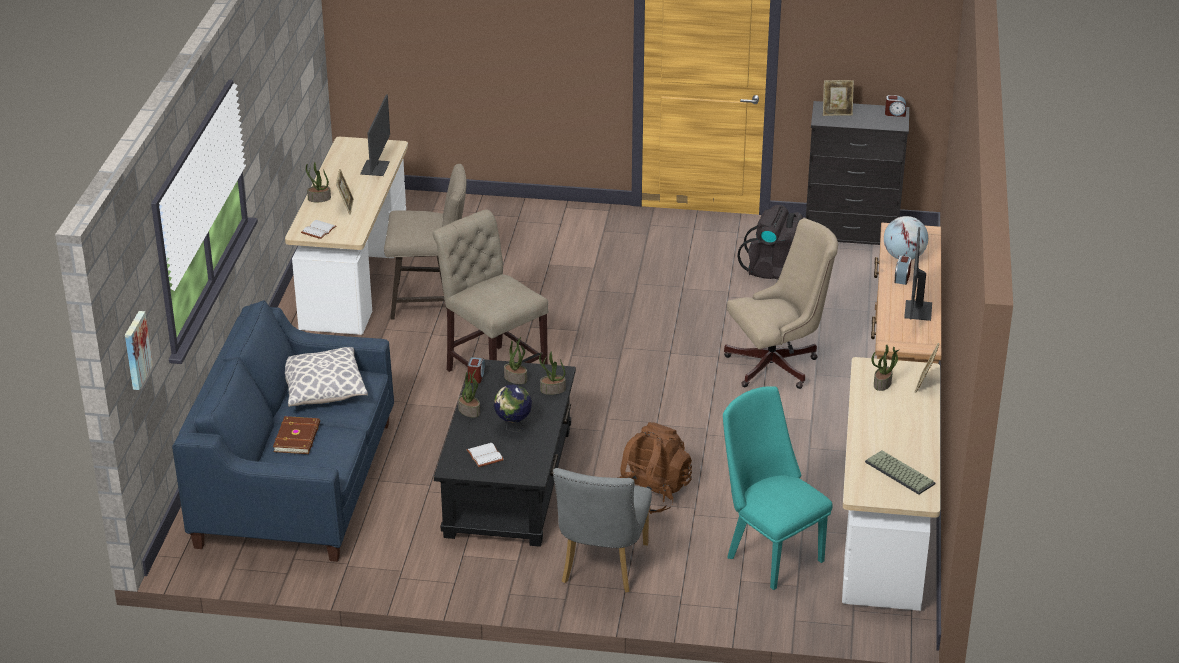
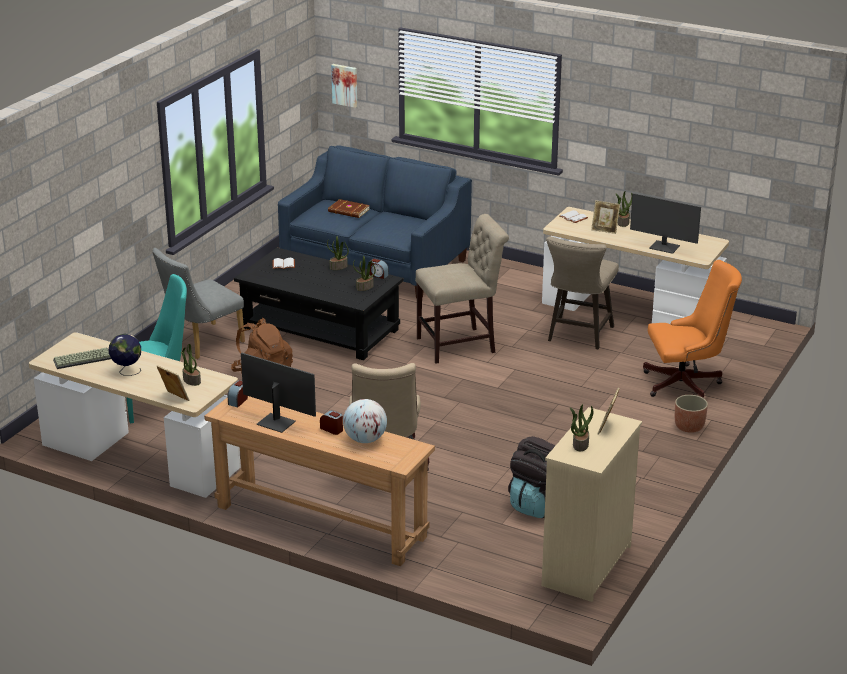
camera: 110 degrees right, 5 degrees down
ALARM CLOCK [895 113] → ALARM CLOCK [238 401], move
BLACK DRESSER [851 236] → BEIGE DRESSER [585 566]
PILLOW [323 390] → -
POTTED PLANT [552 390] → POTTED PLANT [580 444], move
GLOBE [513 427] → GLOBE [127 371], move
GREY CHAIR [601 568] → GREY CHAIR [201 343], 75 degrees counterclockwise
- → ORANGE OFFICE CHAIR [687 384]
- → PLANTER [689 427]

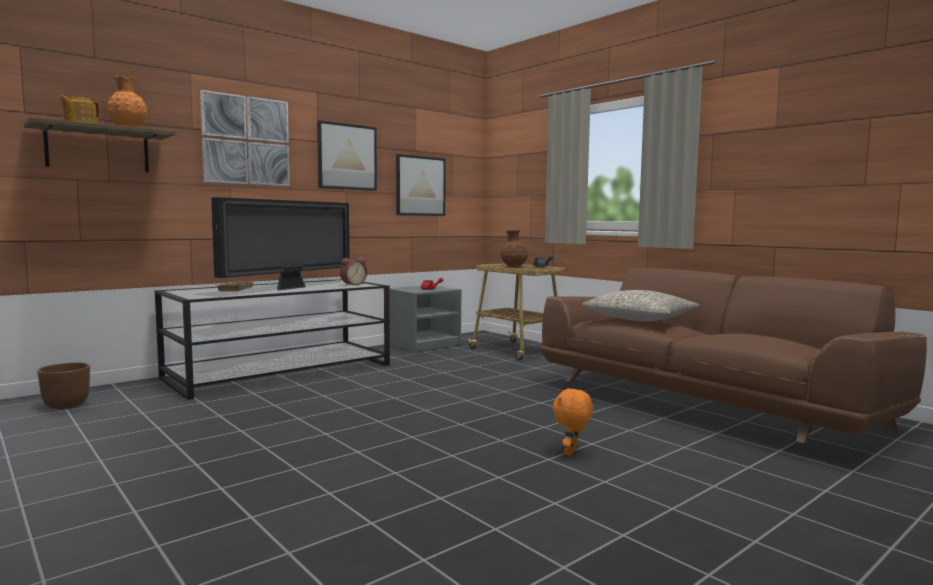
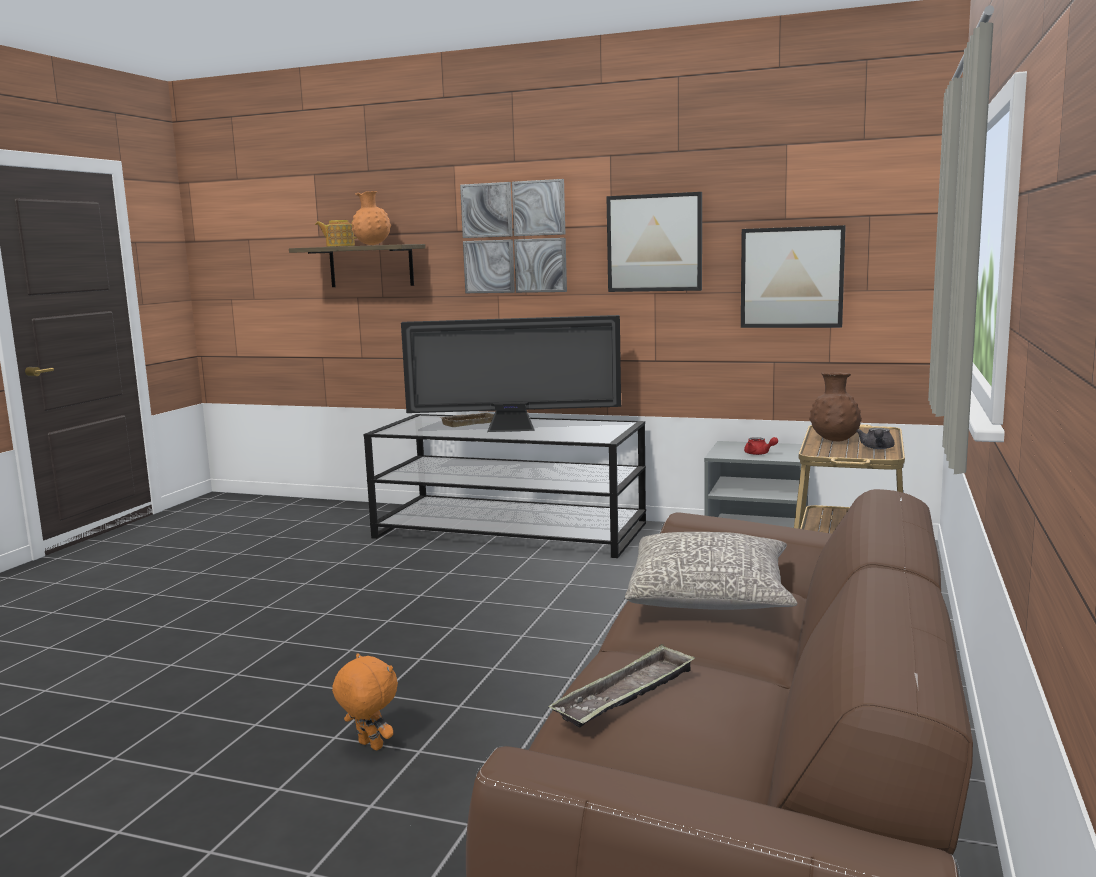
camera: 60 degrees right, 5 degrees up
ALARM CLOCK [352 284] → -
BROWN PLANTER [67 405] → -
ORANGE PLUSH TOY [571 453] → ORANGE PLUSH TOY [369 746], 45 degrees clockwise
- → TRAY [626 695]

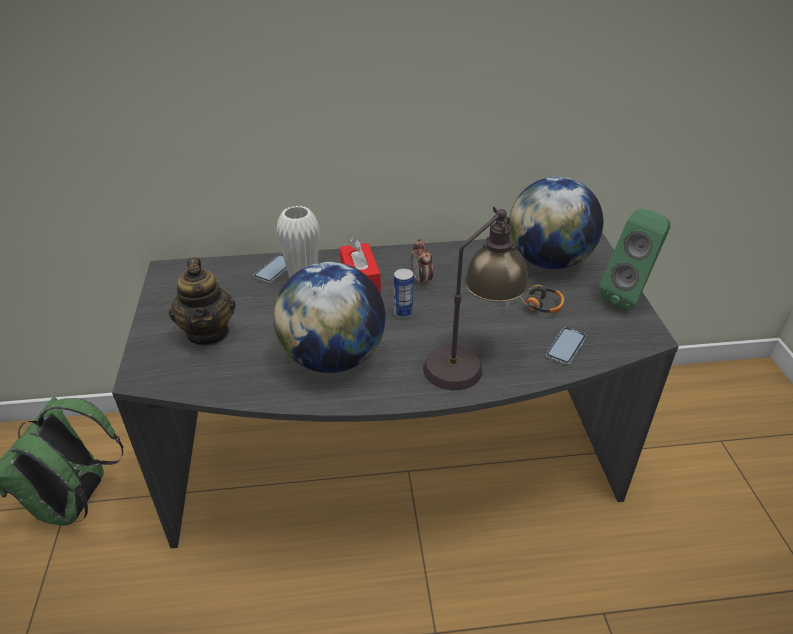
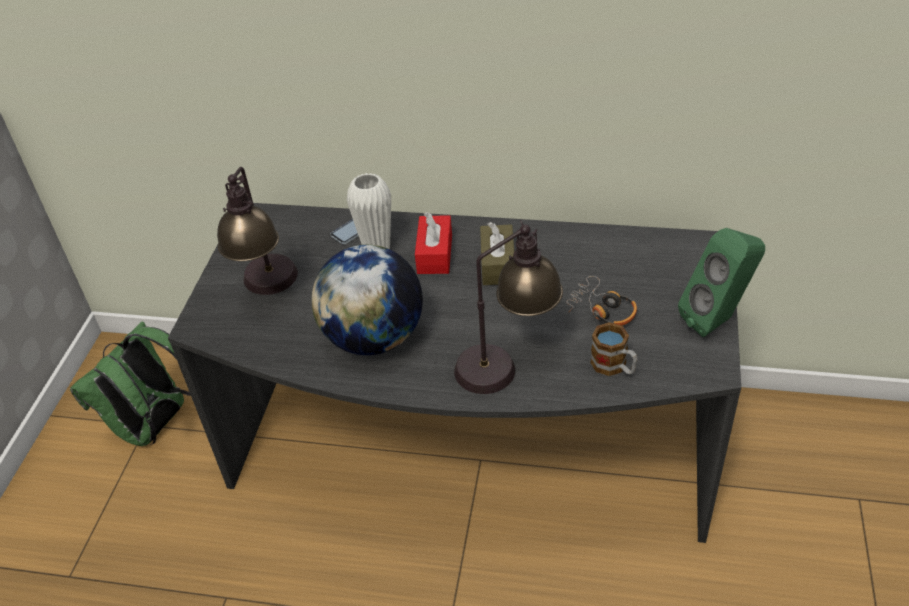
camera: 20 degrees right, 5 degrees up
GLOBE [548 261] → -
ALARM CLOCK [421 280] → BROWN TISSUE BOX [498 264]
TEAPOT [208 332] → TABLE LAMP [268 291]
CAN [403 313] → -
PHONE [566 347] → MUG [614 367]

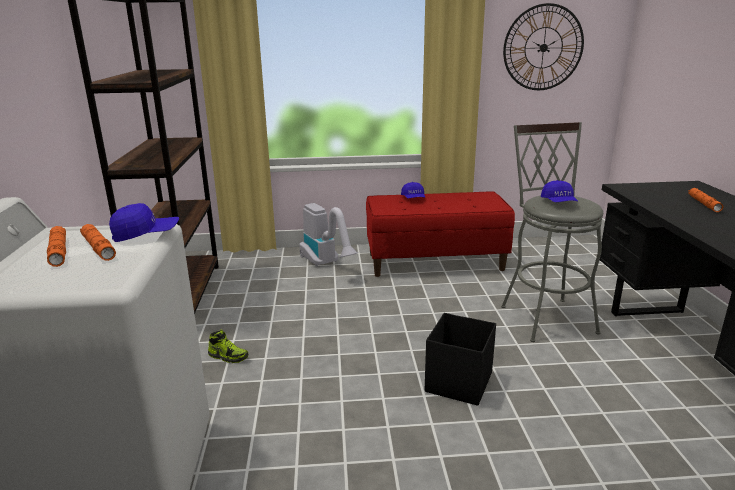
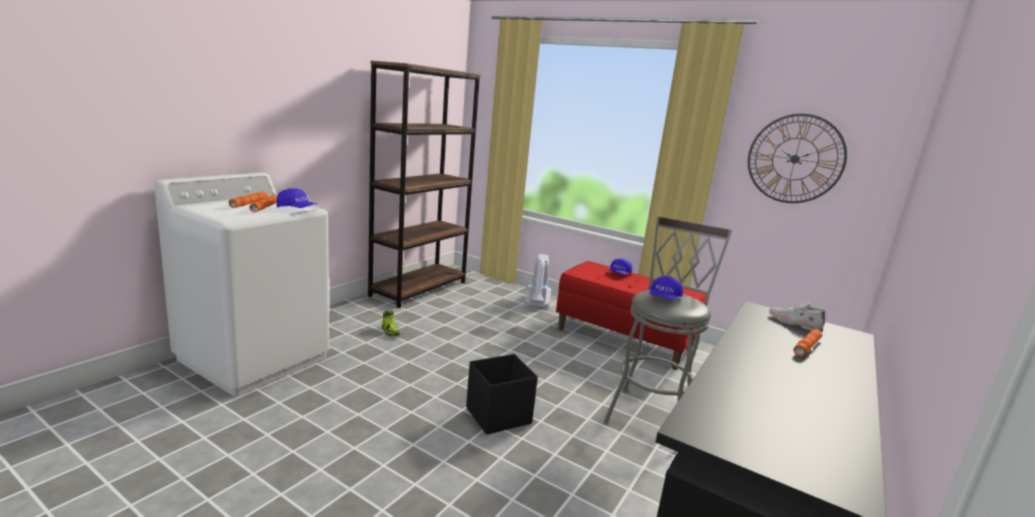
camera: 35 degrees right, 5 degrees down
- → WHITE SHOE [793 323]

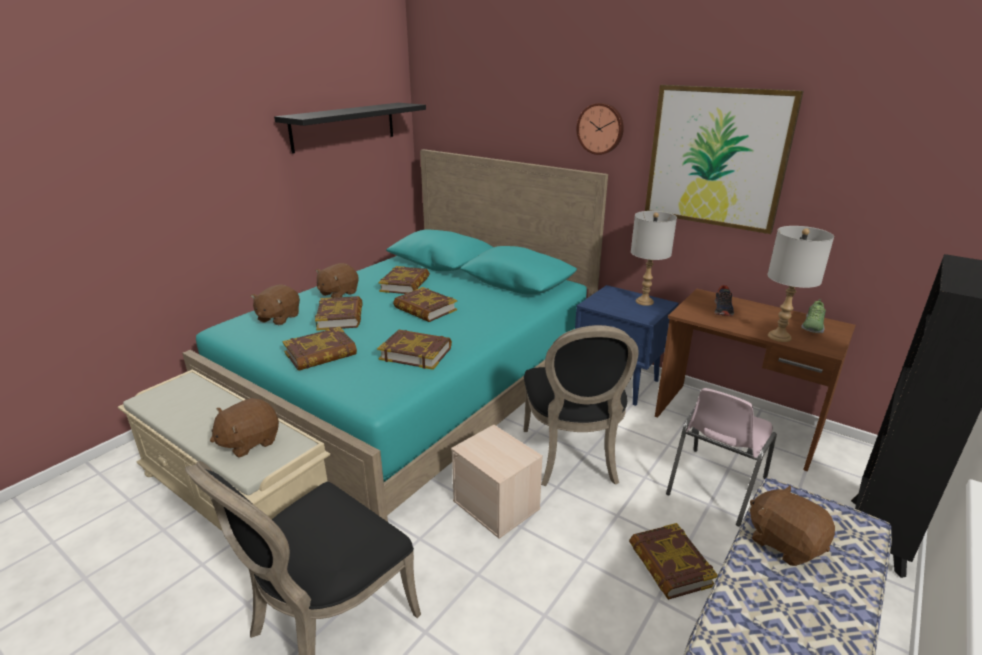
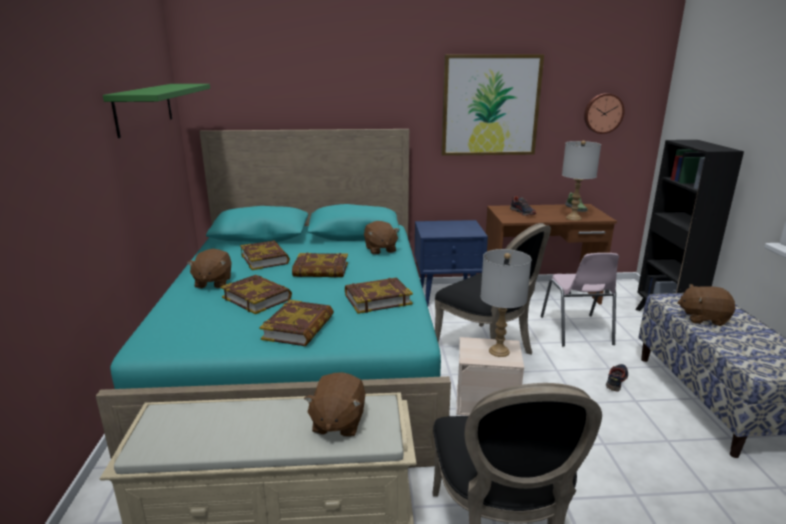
camera: 40 degrees left, 5 degrees down
BLACK SHELF [344 126] → GREEN SHELF [144 108]
WALL CLOCK [600 128] → WALL CLOCK [603 113], move
GREY TABLE LAMP [645 302] → GREY TABLE LAMP [499 351], move
BROWN PLUSH TOY [278 318] → BROWN PLUSH TOY [380 249], move
BOOK [670 565] → SHOE [616 381]

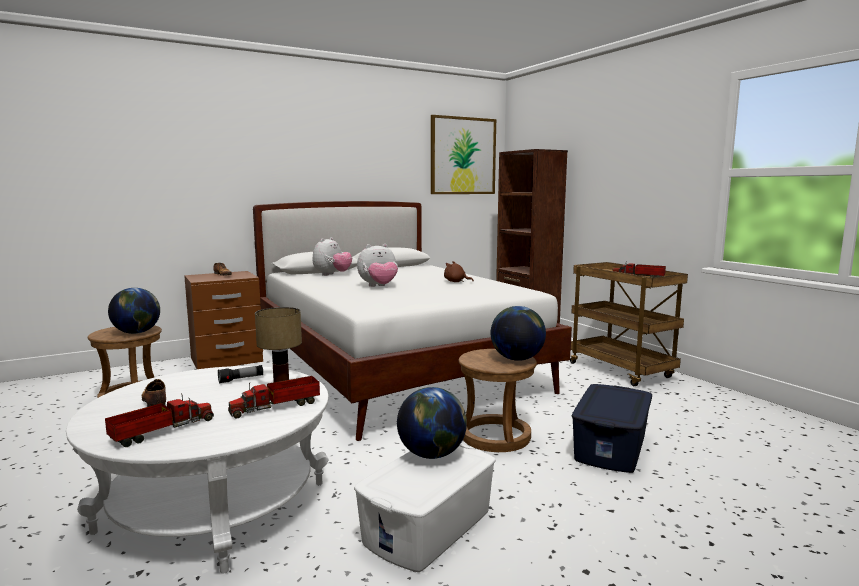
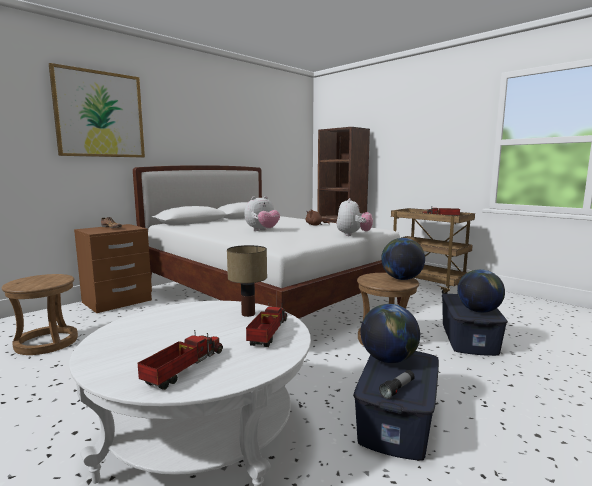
camera: 15 degrees left, 0 degrees up
PICTURE [463 156] → PICTURE [100 114], move
PLUSH TOY [332 275] → PLUSH TOY [353 235], move
GLOBE [137 332] → GLOBE [478 311], move
FLASHLIGHT [241 379] → FLASHLIGHT [397 389], move
TOY TRUCK [278 407] → TOY TRUCK [268 333], 150 degrees clockwise
SHOE [155 401] → -
WHITE STORAGE BOX [429 527] → BLUE STORAGE BOX [398 420]

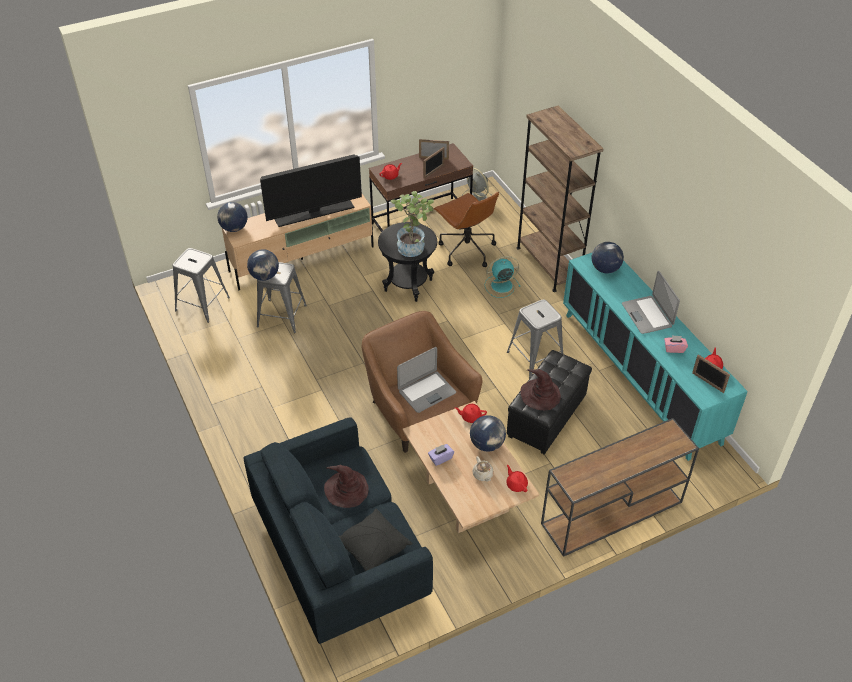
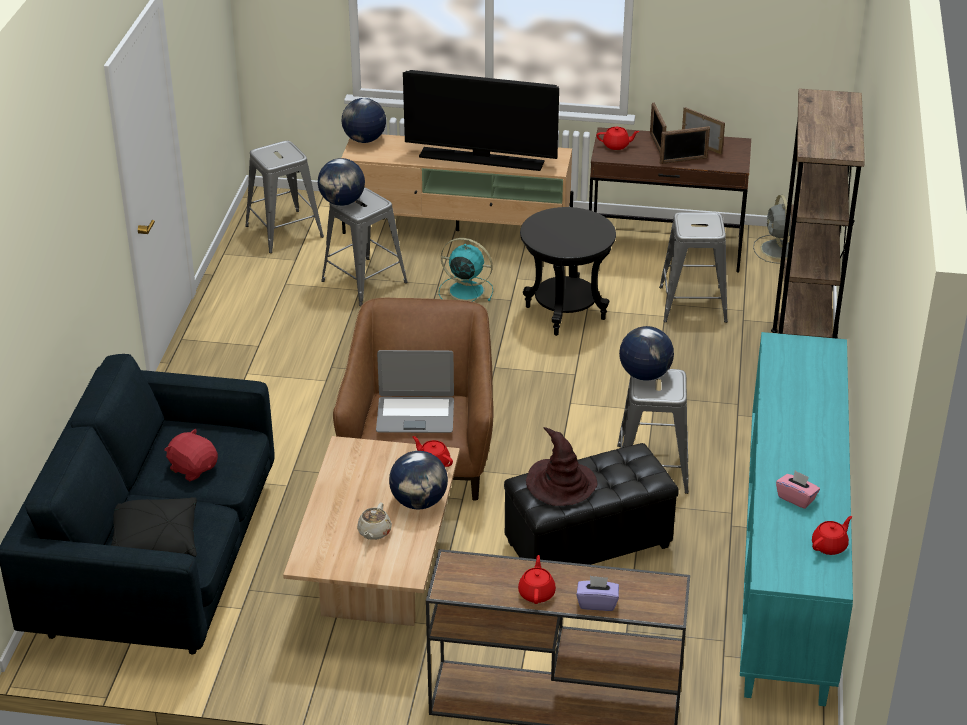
camera: 35 degrees right, 10 degrees down
POTTED PLANT [413 246] → -
BROWN OFFICE CHAIR [466 250] → GREY STOOL [693 304]
GLOBE [605 269] → GLOBE [645 374], move
TURQUOISE FAN [500 286] → TURQUOISE FAN [464 290], move
LAPTOP [647 315] → -
PICTURE FRAME [707 382] → PICTURE FRAME [656 145], move
PURPLE TISSUE BOX [440 458] → PURPLE TISSUE BOX [597 603], move
BROWN HAT [346 489] → RED PLUSH TOY [193 468]
RED TEAPOT [516 484] → RED TEAPOT [537 593], move

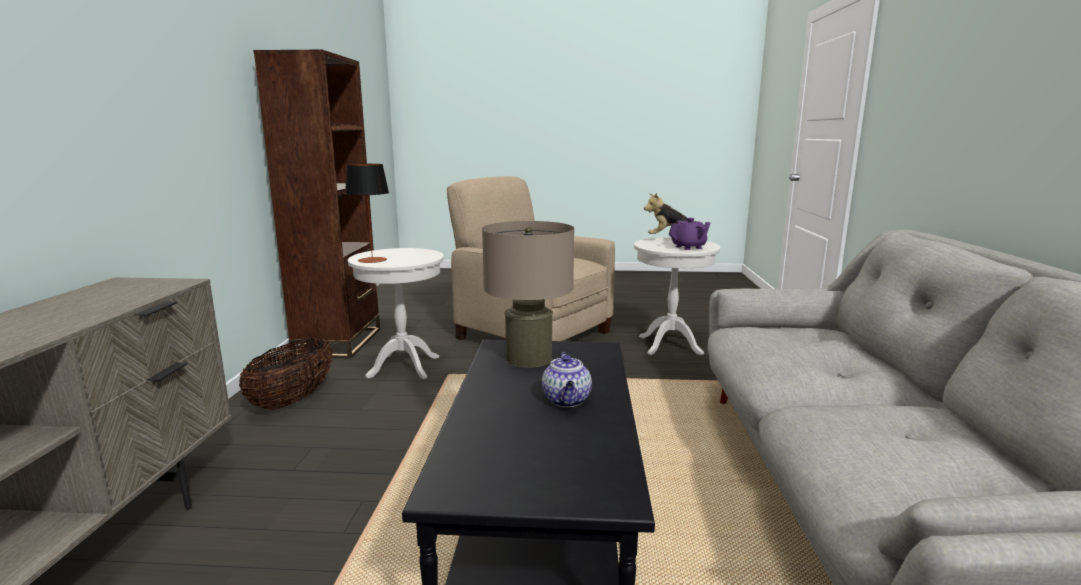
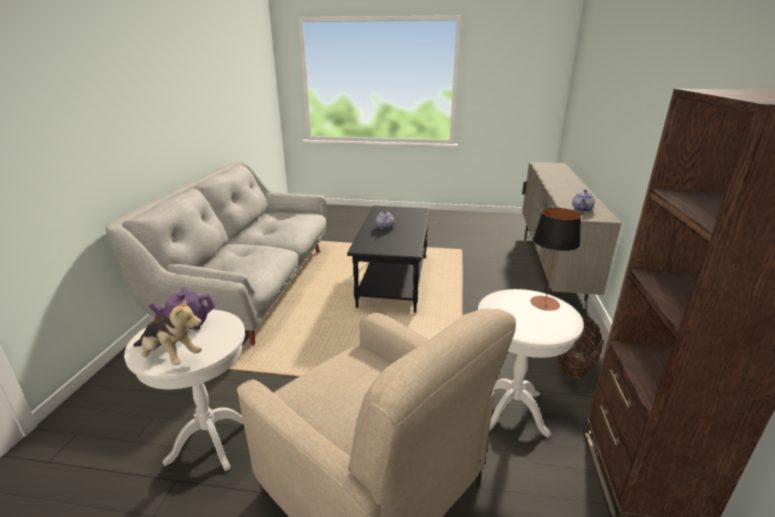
camera: 175 degrees left, 10 degrees up
BEIGE TABLE LAMP [529 358] → -
- → TEAPOT [582 209]

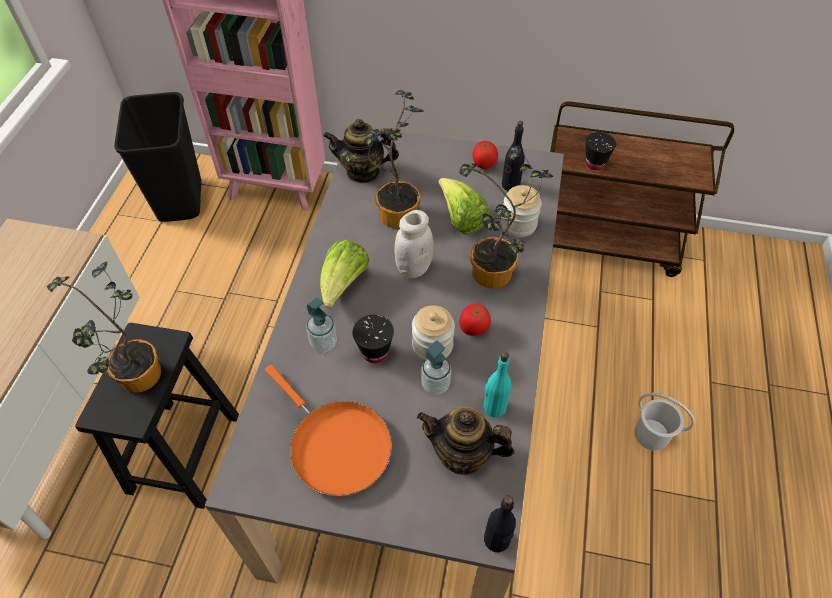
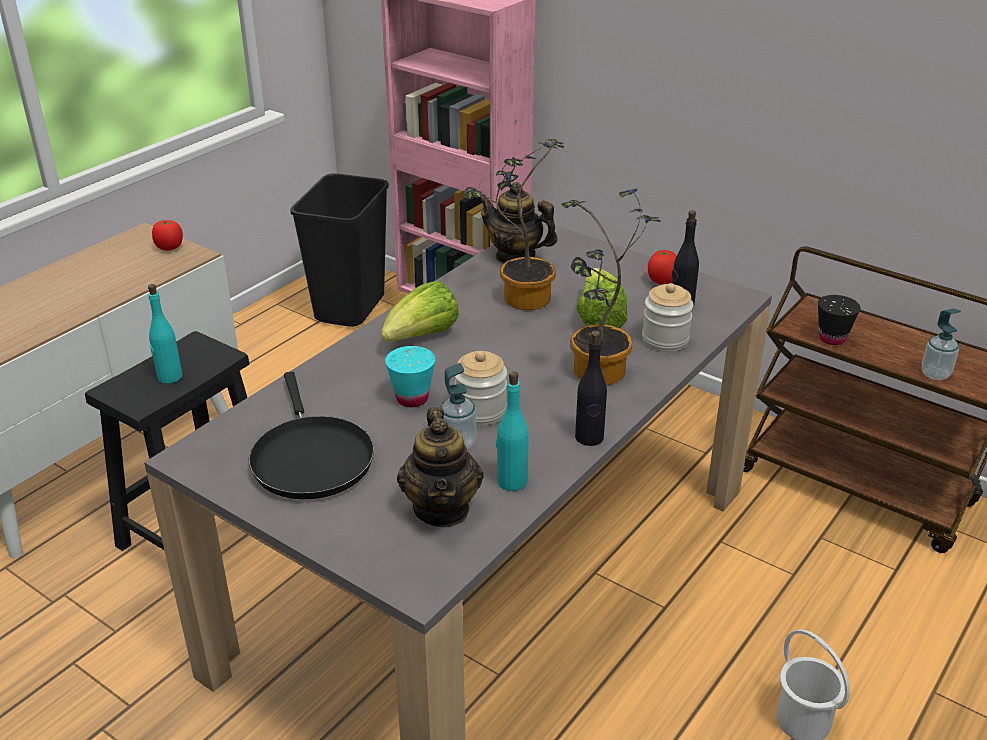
camera: 25 degrees right, 20 degrees down
WHITE JAR [413 268] → -
POTTED PLANT [139 381] → TURQUOISE BOTTLE [169 377]
SOAP DISPENSER [324 343] → SOAP DISPENSER [935 374], move
TOMATO [473 328] → TOMATO [169 248], move
BLACK CUP [375 352] → TURQUOISE CUP [412 399]
ORANGE FRYING PAN [336 445] → BLACK FRYING PAN [310 458]
TEAPOT [462 455] → TEAPOT [442 509], 135 degrees counterclockwise
BLACK BOTTLE [497 540] → BLACK BOTTLE [589 438], move

